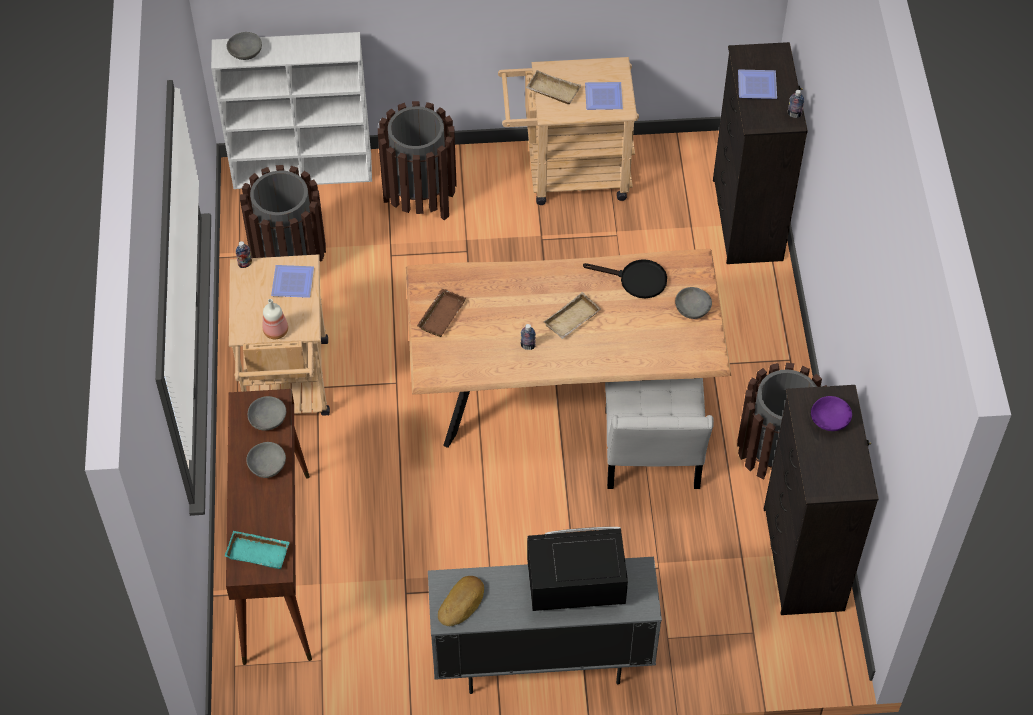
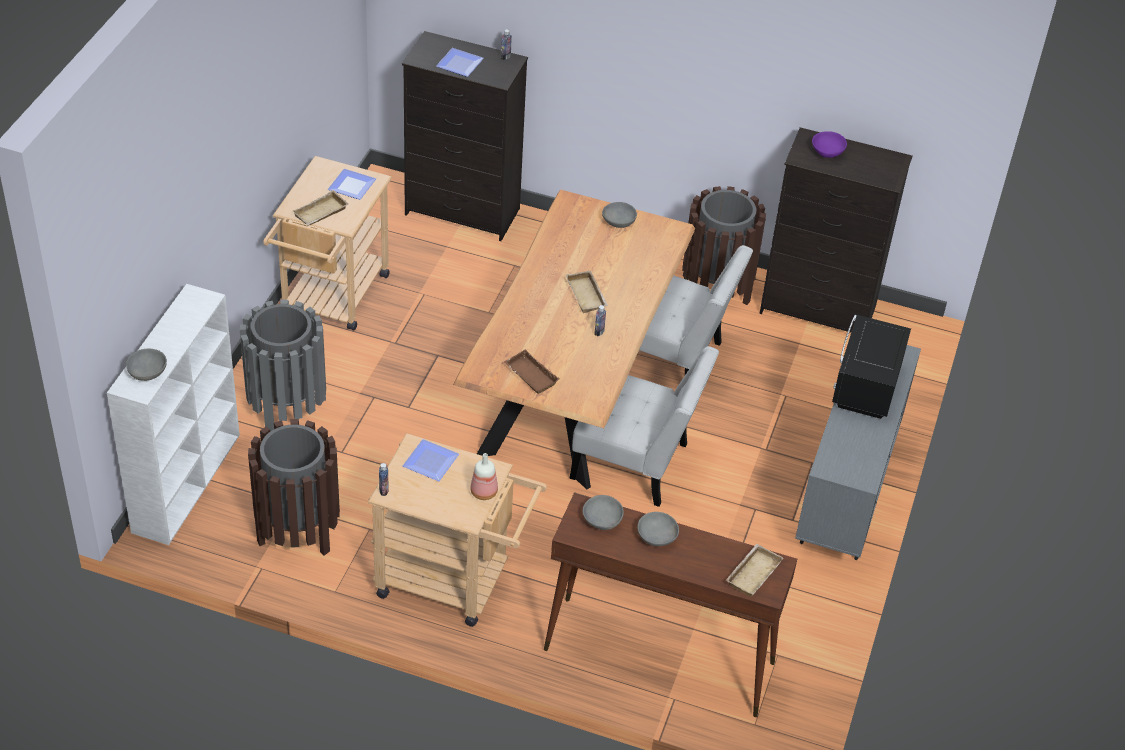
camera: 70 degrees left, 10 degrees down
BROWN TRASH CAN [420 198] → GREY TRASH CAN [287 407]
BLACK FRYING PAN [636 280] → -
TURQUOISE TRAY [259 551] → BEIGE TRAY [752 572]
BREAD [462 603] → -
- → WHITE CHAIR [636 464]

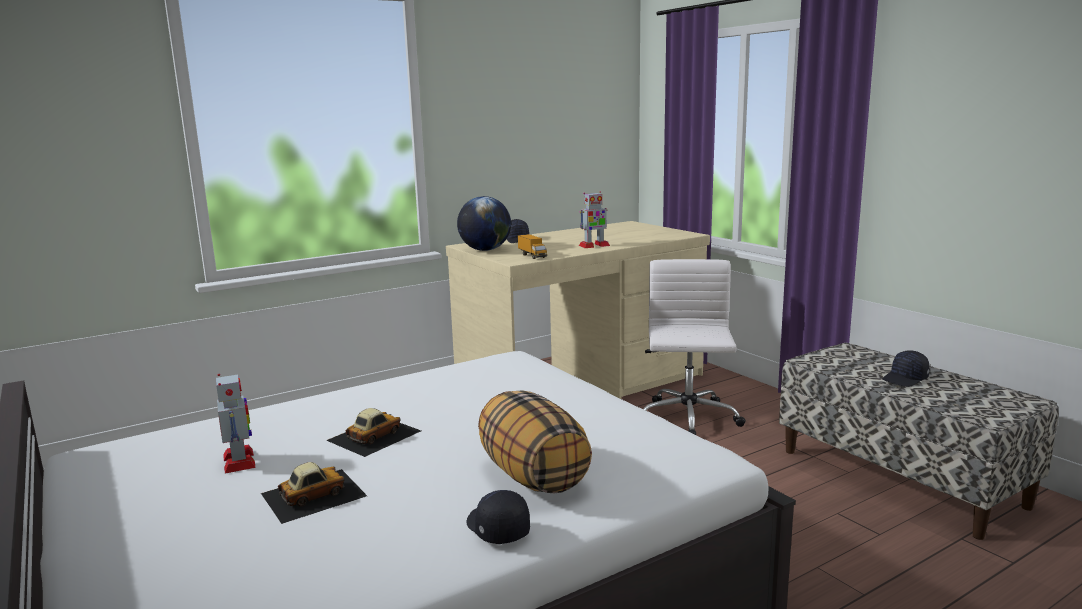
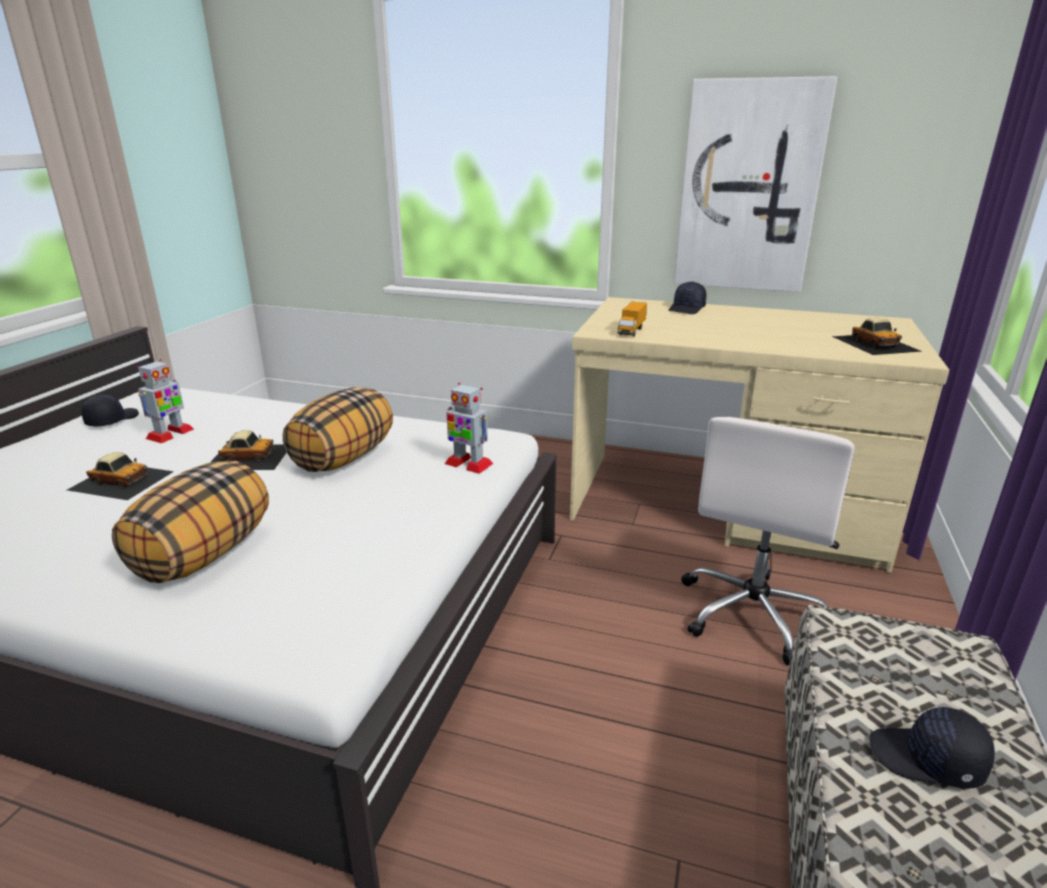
camera: 50 degrees right, 10 degrees up
TOY ROBOT [594 246] → TOY ROBOT [468 464], move
GLOBE [485 250] → -
WHITE OFFICE CHAIR [688 419] → WHITE OFFICE CHAIR [753 613], 150 degrees clockwise
BLACK CAP [496 529] → BLACK CAP [111 420], move
- → PICTURE [748 188]
- → TOY CAR [875 343]
- → PILLOW [343 458]

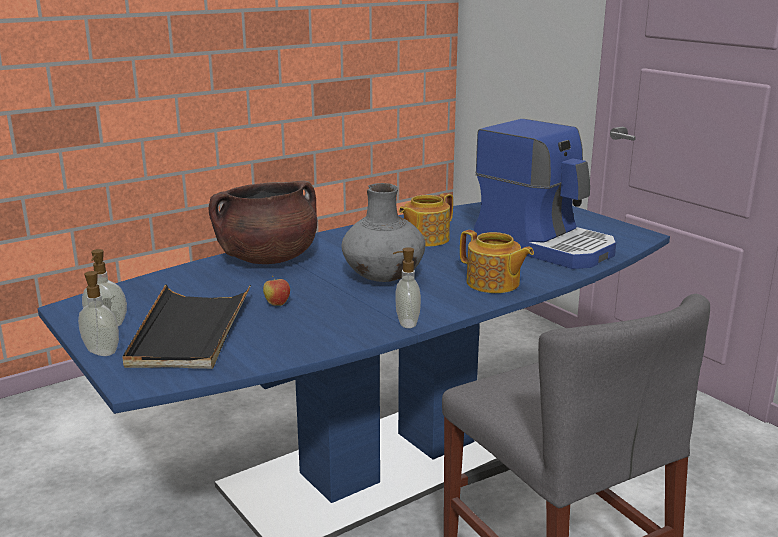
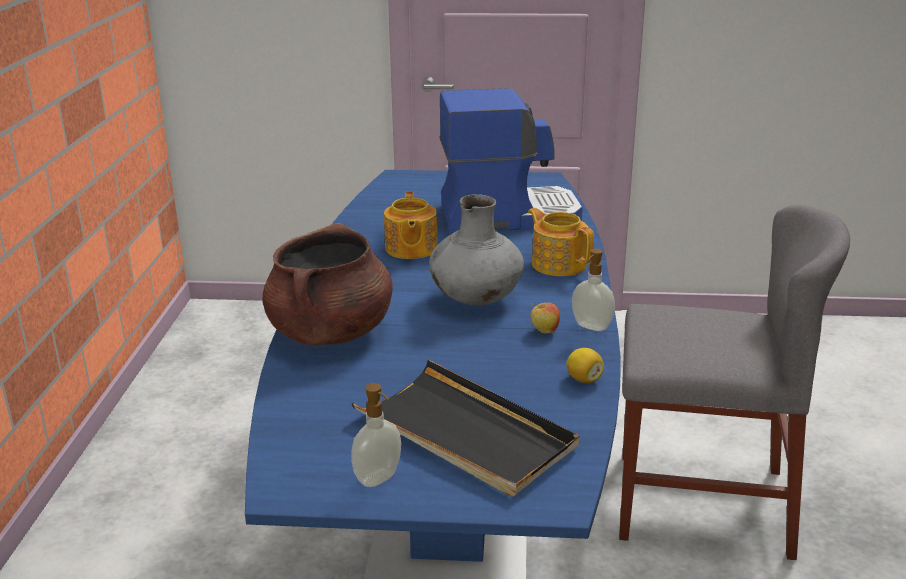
camera: 50 degrees left, 5 degrees up
TEAPOT [493 283] → TEAPOT [558 264], 120 degrees counterclockwise
SOAP DISPENSER [103 351] → -
APPLE [277 304] → APPLE [544 331], move
- → LEMON [584 379]

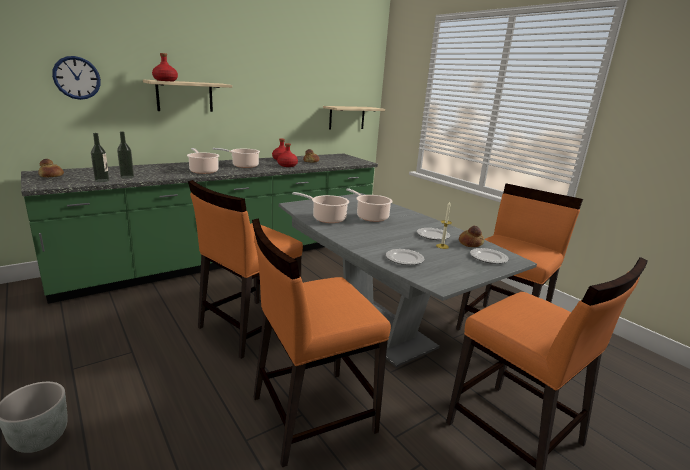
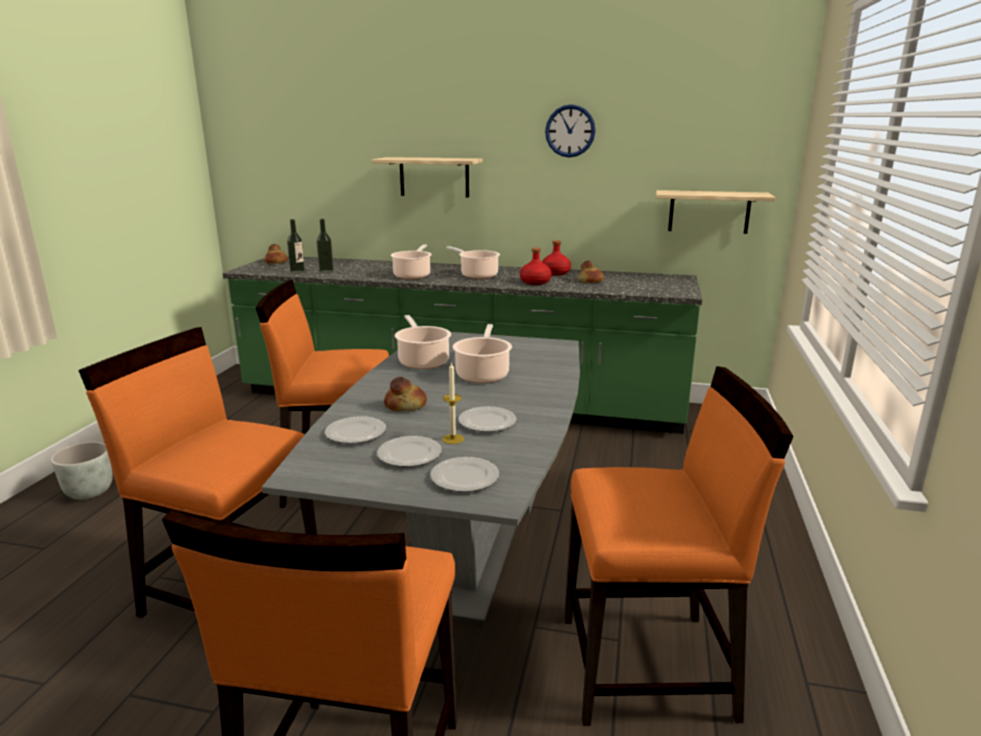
camera: 50 degrees right, 0 degrees up
RED BOTTLE [165 80] → -
WALL CLOCK [77 78] → WALL CLOCK [570 131], move
BREAD [471 243] → BREAD [406 406], move
- → PLATE [410 455]

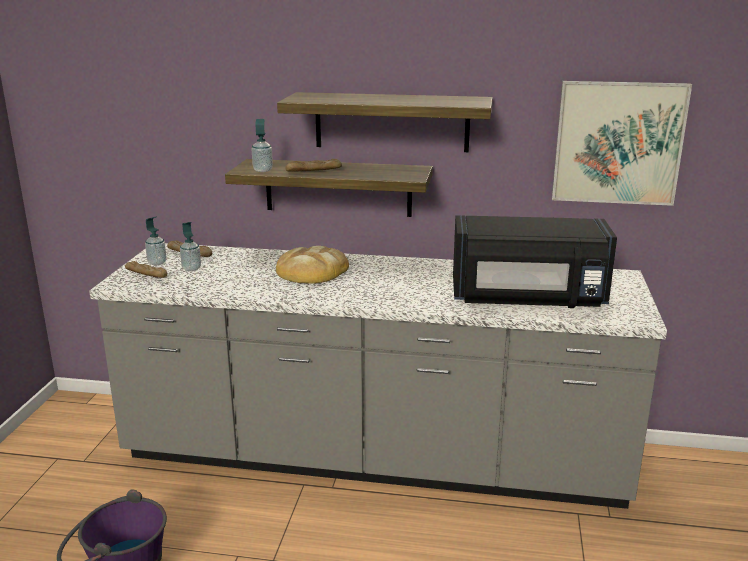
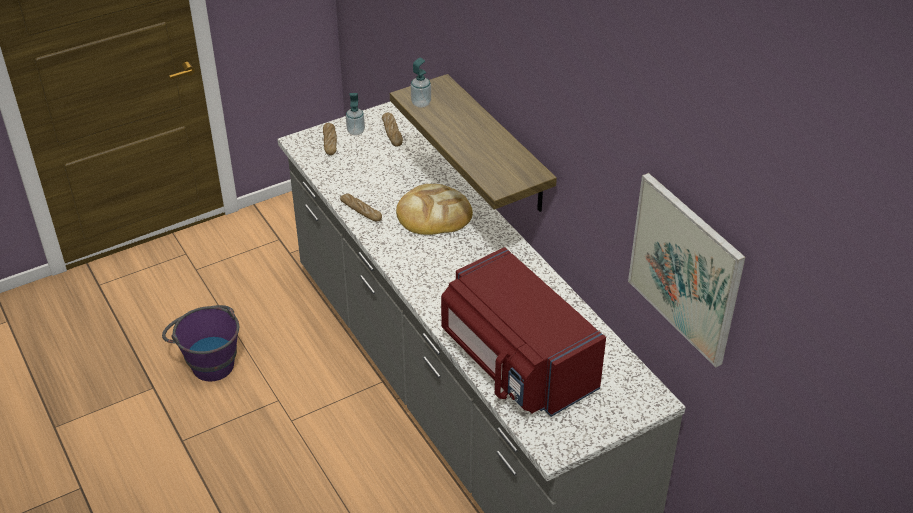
camera: 50 degrees right, 20 degrees up
SHELF [391 122] → -
BREAD [313 171] → BREAD [361 211], move
BLACK MICROWAVE [528 300] → RED MICROWAVE [516 363]
SOAP DISPENSER [191 268] → -

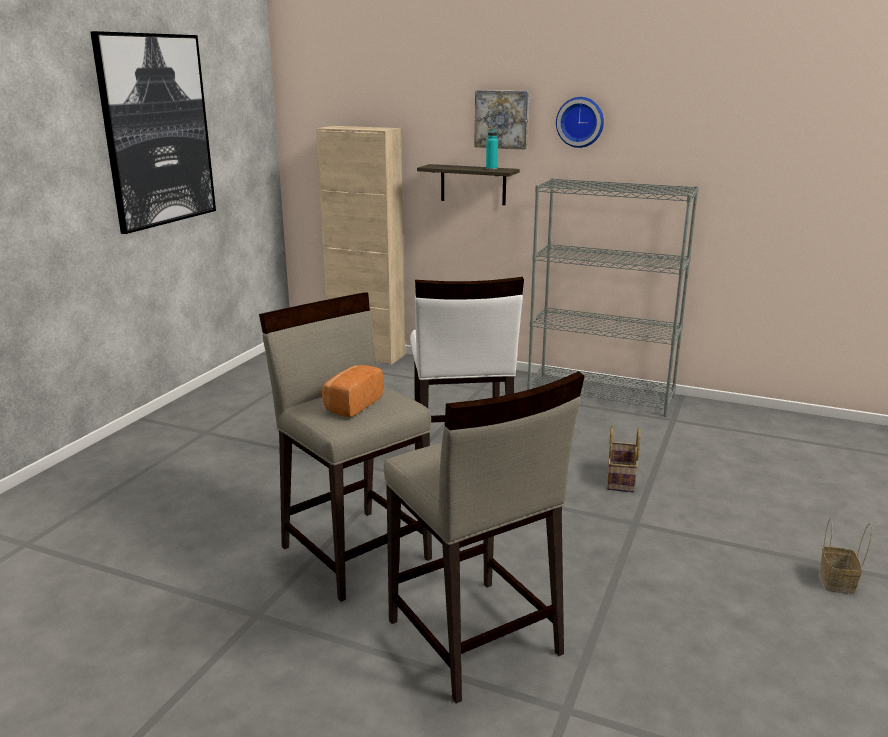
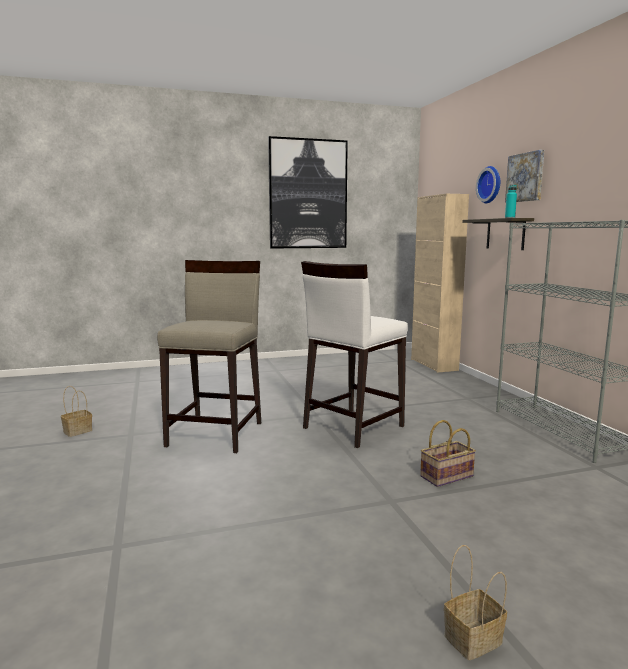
camera: 50 degrees right, 10 degrees down
WALL CLOCK [580 122] → WALL CLOCK [491 185], move
BREAD [351 405] → -
BEIGE STOOL [473 638] → -
- → BASKET [78 431]

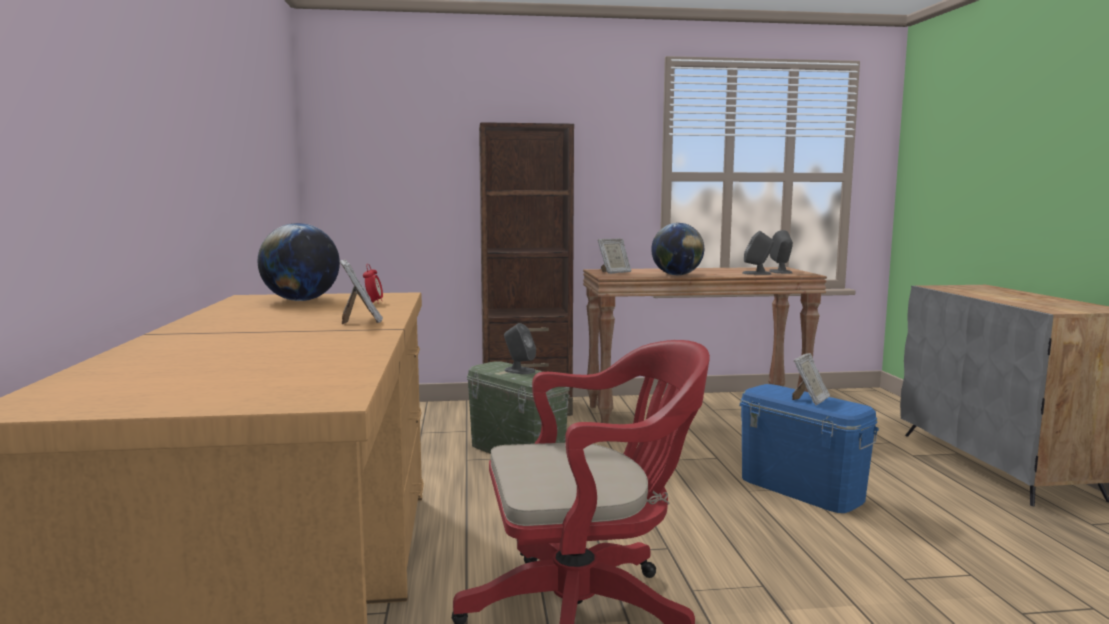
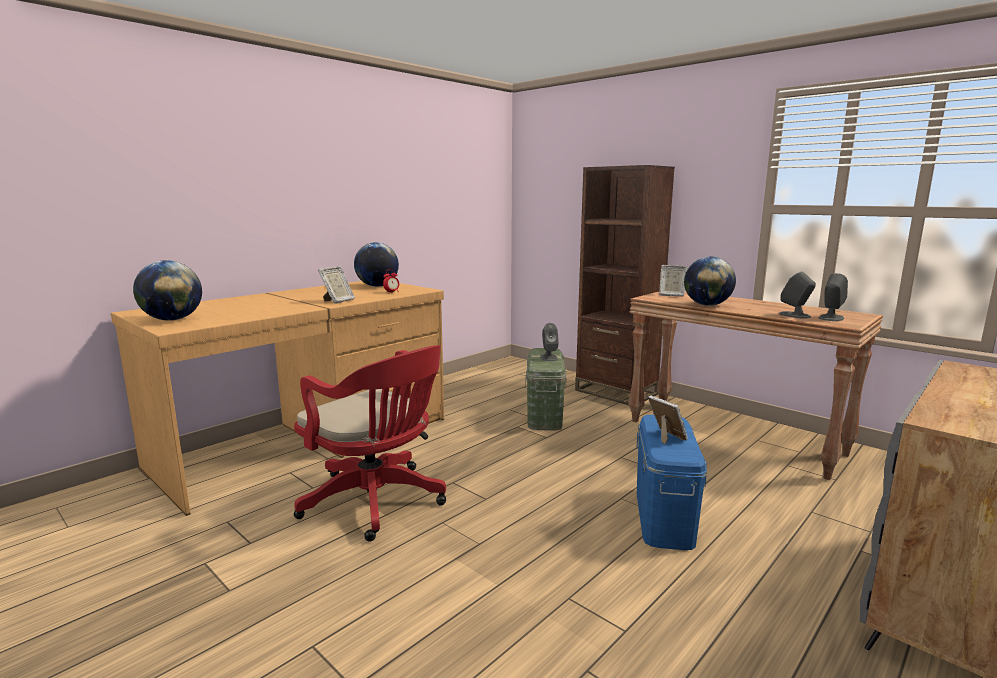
camera: 50 degrees right, 5 degrees up
PICTURE FRAME [810 400] → PICTURE FRAME [667 438], 120 degrees counterclockwise
- → GLOBE [172 319]

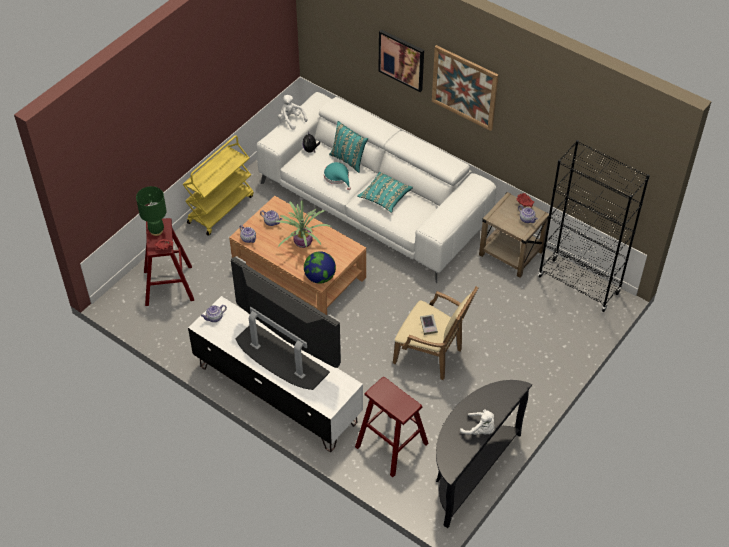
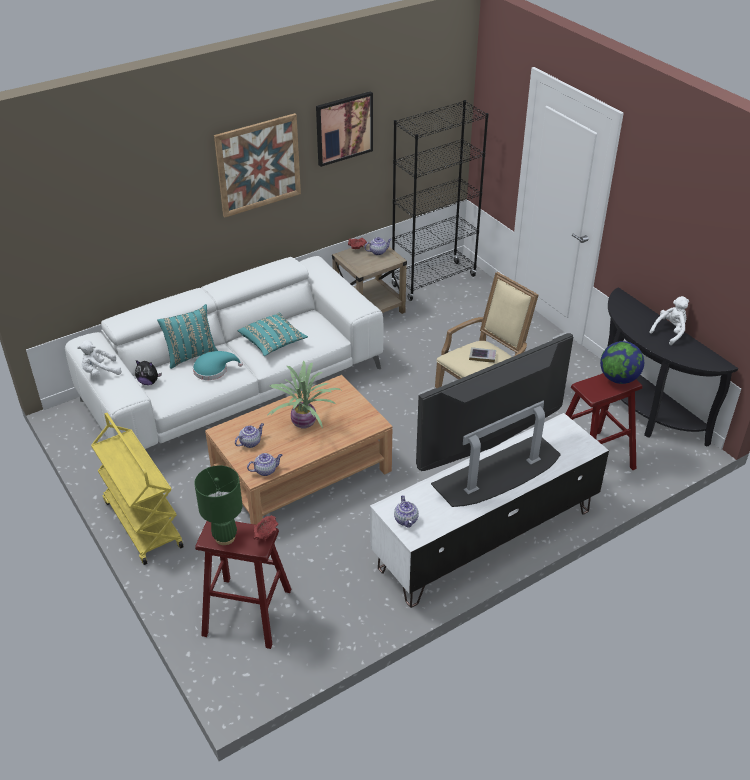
camera: 70 degrees left, 10 degrees down
PICTURE [401 60] → PICTURE [344 128], move
GLOBE [320 277] → GLOBE [618 378], move

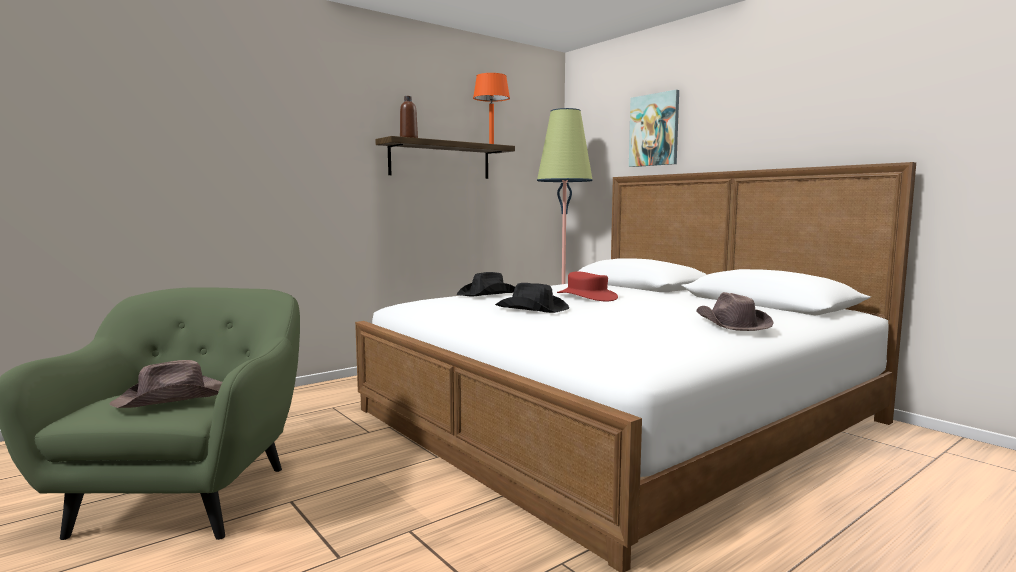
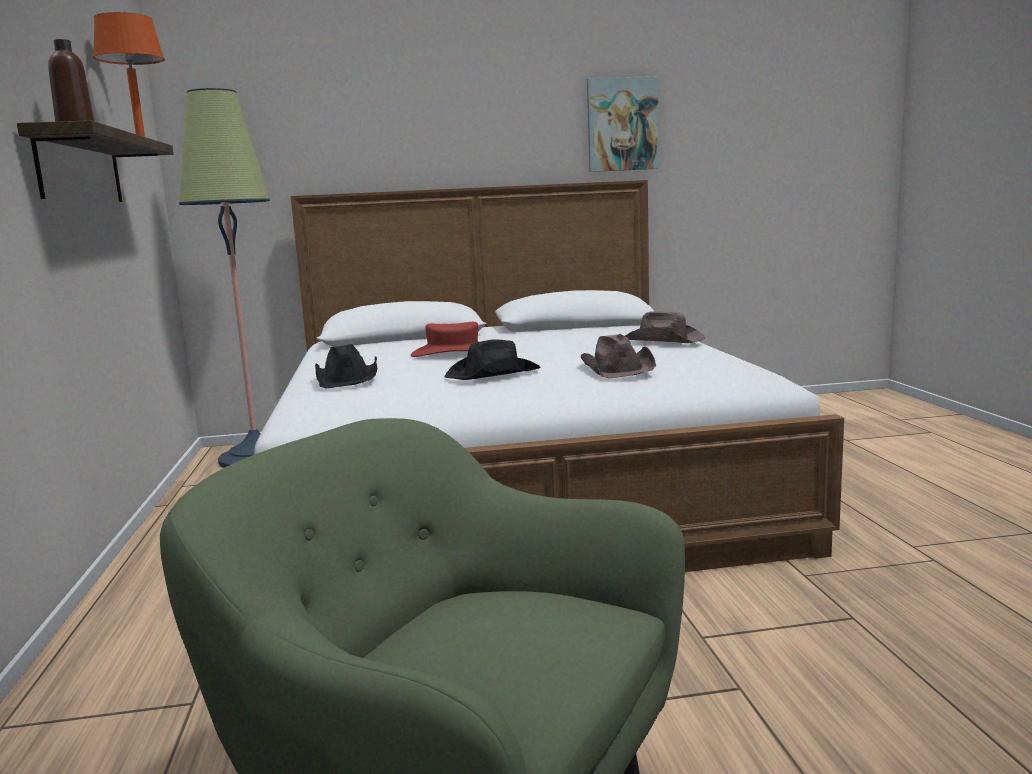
camera: 60 degrees left, 5 degrees up
PICTURE [654 130] → PICTURE [622 124], move
BROWN HAT [173 398] → BROWN HAT [618 369], move

